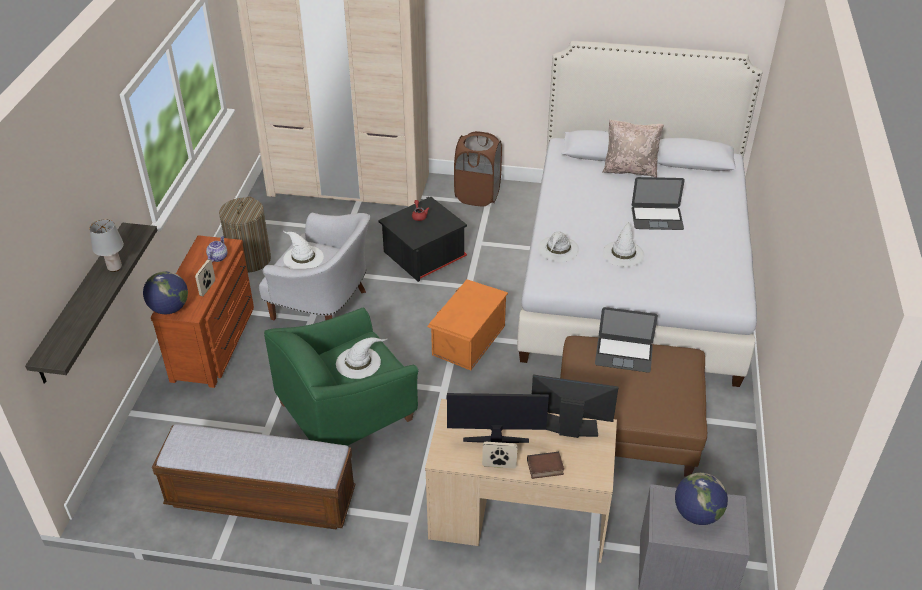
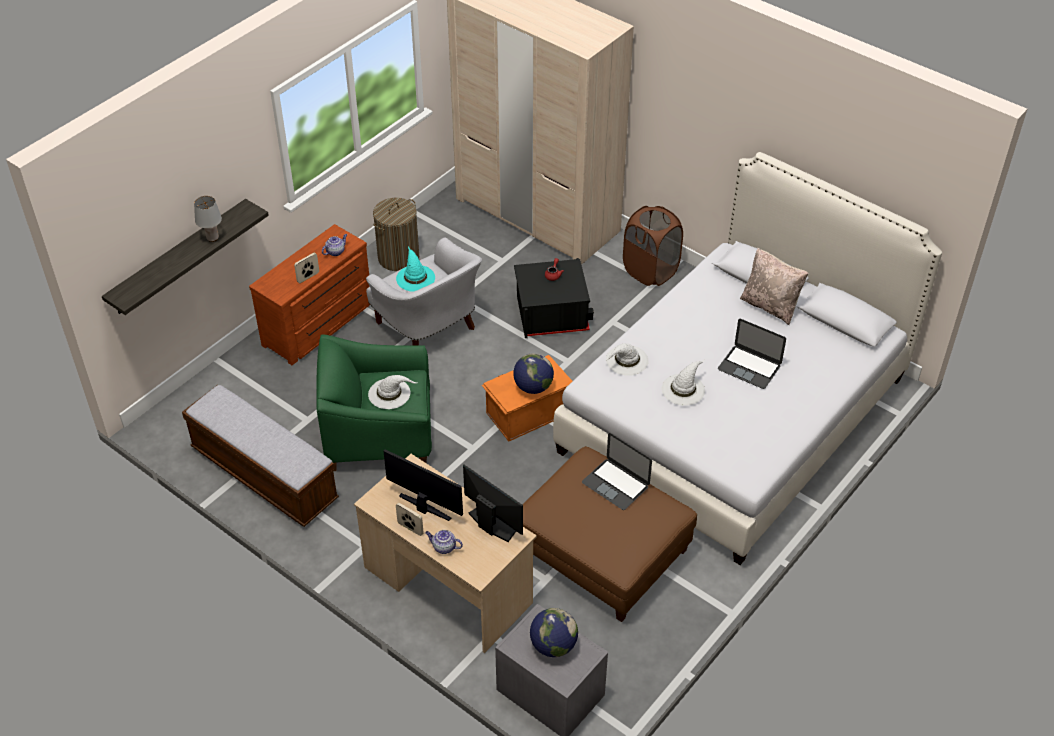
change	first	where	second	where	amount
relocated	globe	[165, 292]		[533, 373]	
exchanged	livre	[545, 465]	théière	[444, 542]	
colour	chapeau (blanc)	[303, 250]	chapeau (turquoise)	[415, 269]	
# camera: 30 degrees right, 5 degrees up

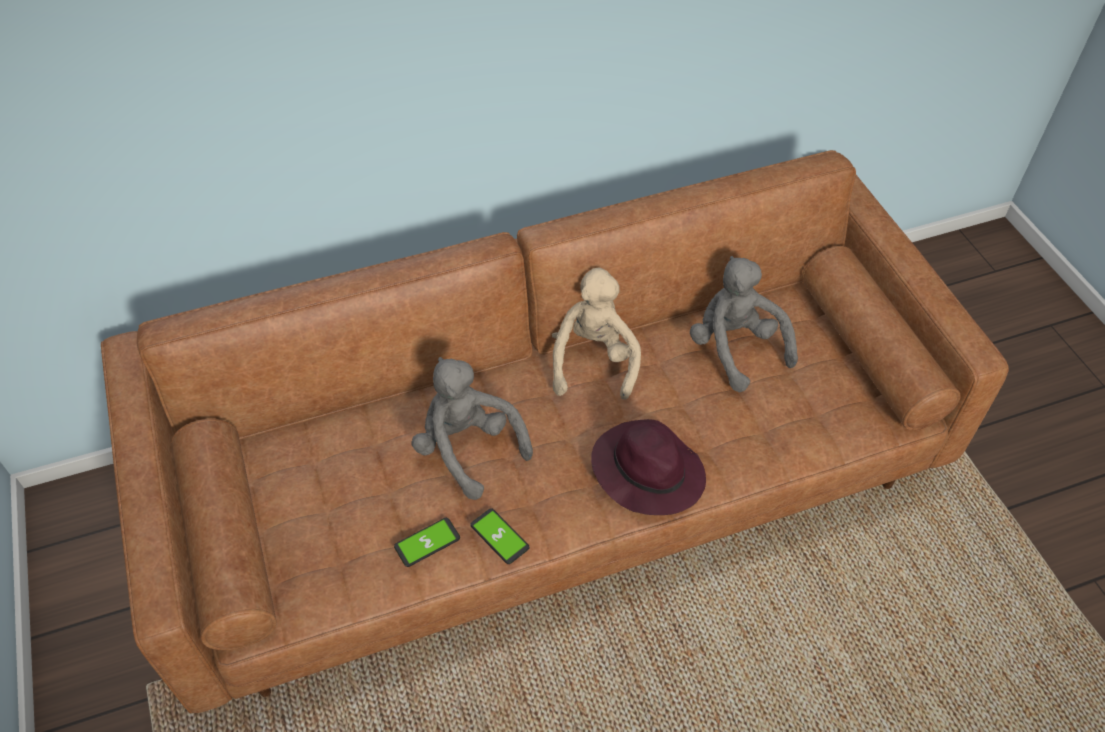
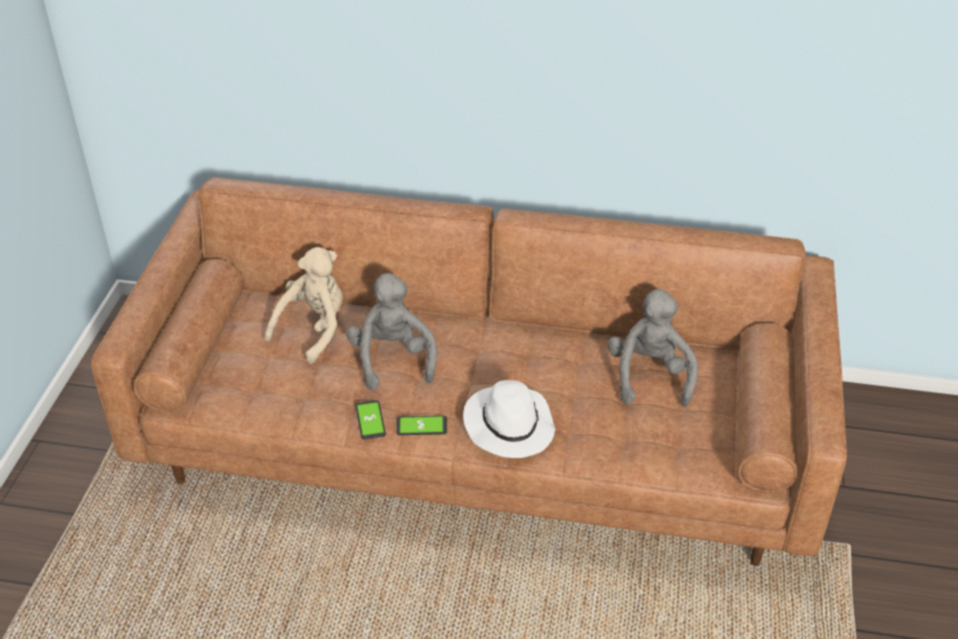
change	first	where	second	where	amount
relocated	téléphone	[427, 542]		[421, 425]	
relocated	peluche (beige)	[596, 333]		[303, 305]	
colour	chapeau (violet)	[648, 467]	chapeau (blanc)	[509, 419]	
# camera: 30 degrees right, 10 degrees down

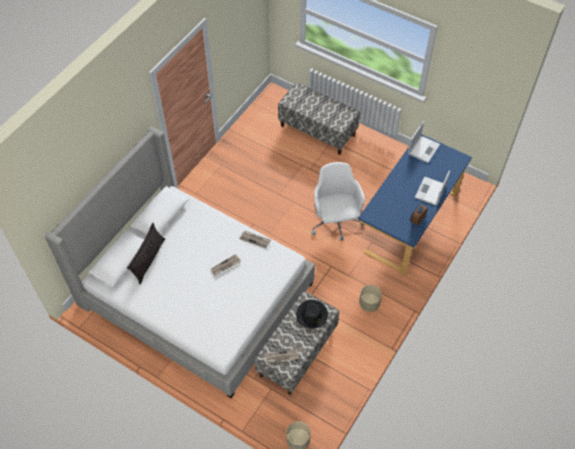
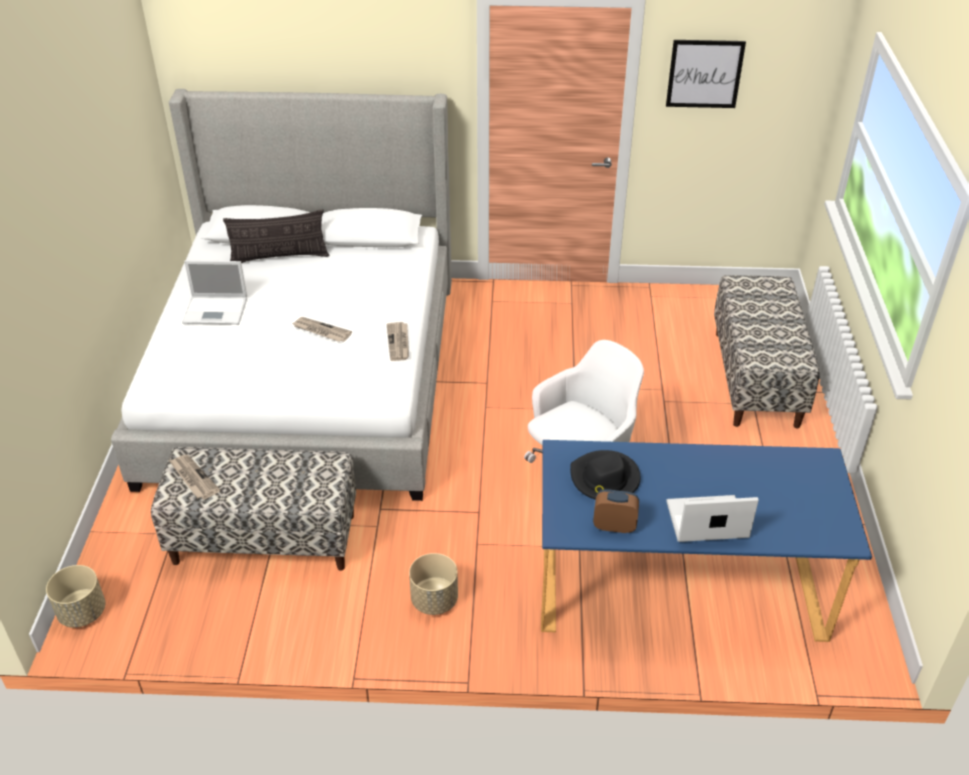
change	first	where	second	where	amount
appeared			tableau	[706, 74]	
relocated	chapeau (noir)	[312, 314]		[605, 475]	
relocated	ordinateur portable	[424, 142]		[214, 292]	
# camera: 60 degrees right, 15 degrees down

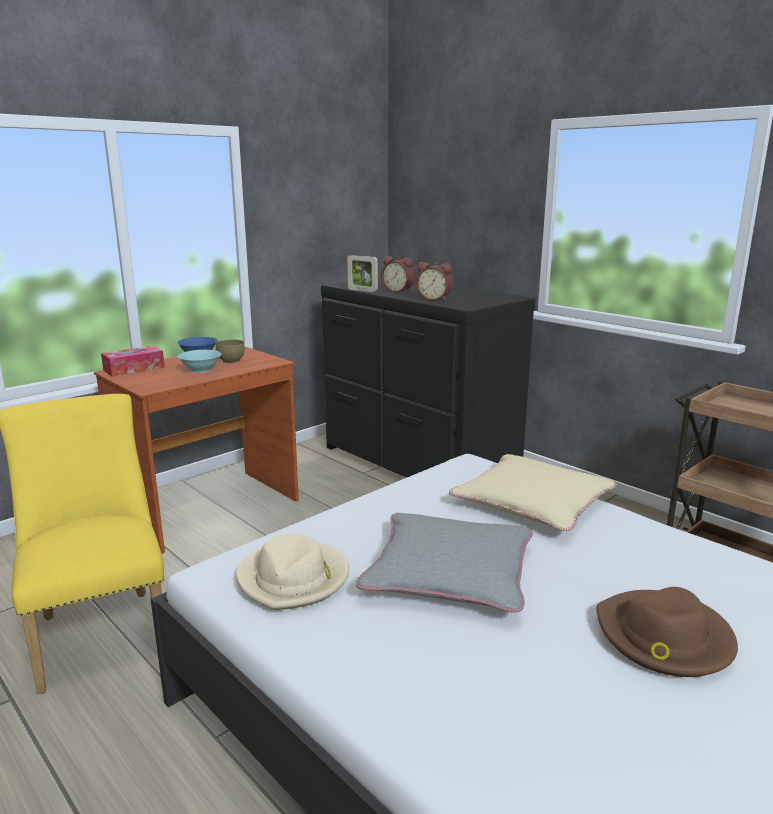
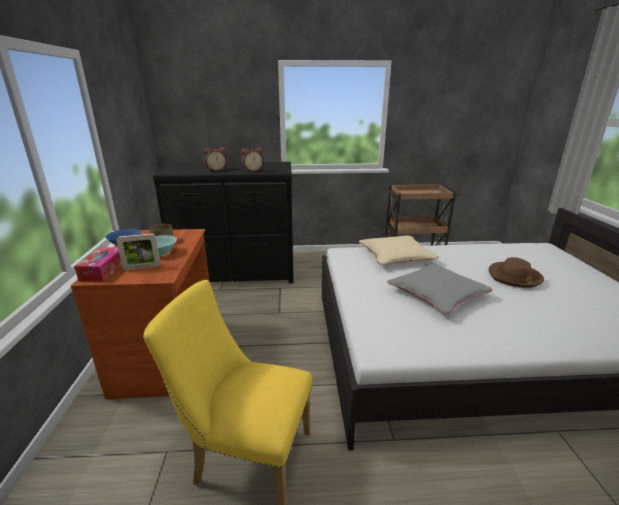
change	first	where	second	where	amount
missing	chapeau (beige)	[293, 572]			
relocated	cadre photo	[362, 273]		[138, 251]	
# camera: 50 degrees left, 5 degrees up

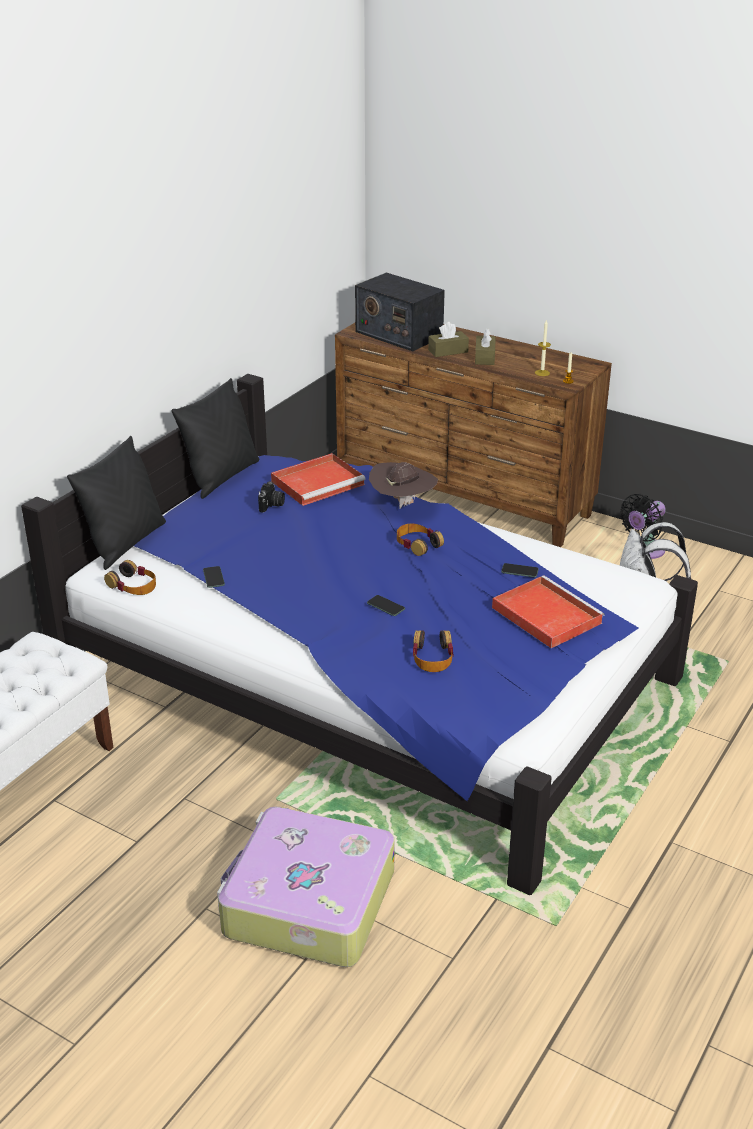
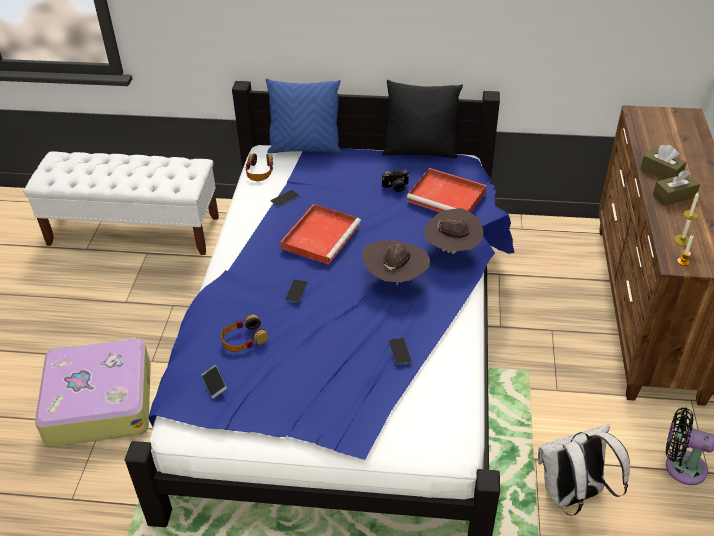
change	first	where	second	where	amount
missing	radio	[400, 311]			
appeared			téléphone	[214, 382]	
relocated	plateau (rouge)	[548, 611]		[320, 234]	
exchanged	casque audio	[420, 540]	chapeau (marron)	[396, 262]	
colour	coussin (noir)	[116, 503]	coussin (bleu)	[304, 116]	
# camera: 65 degrees right, 10 degrees up

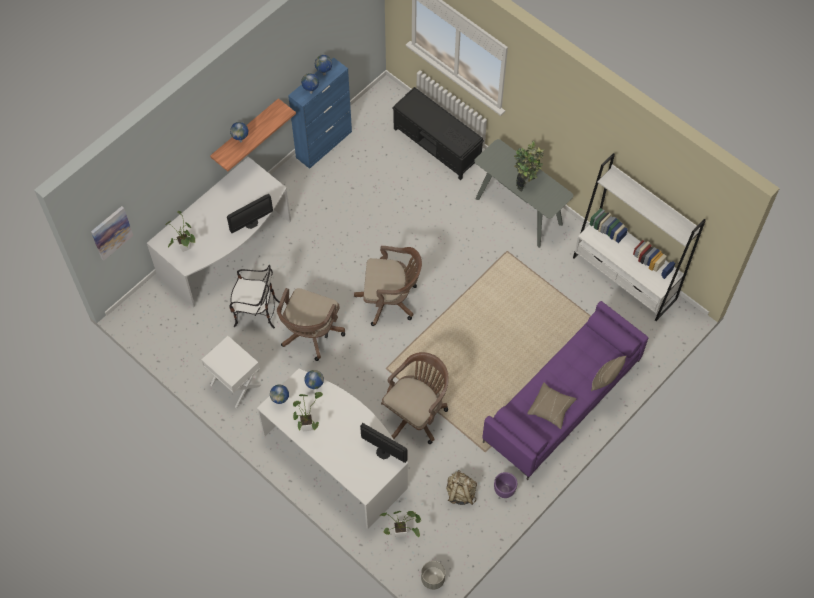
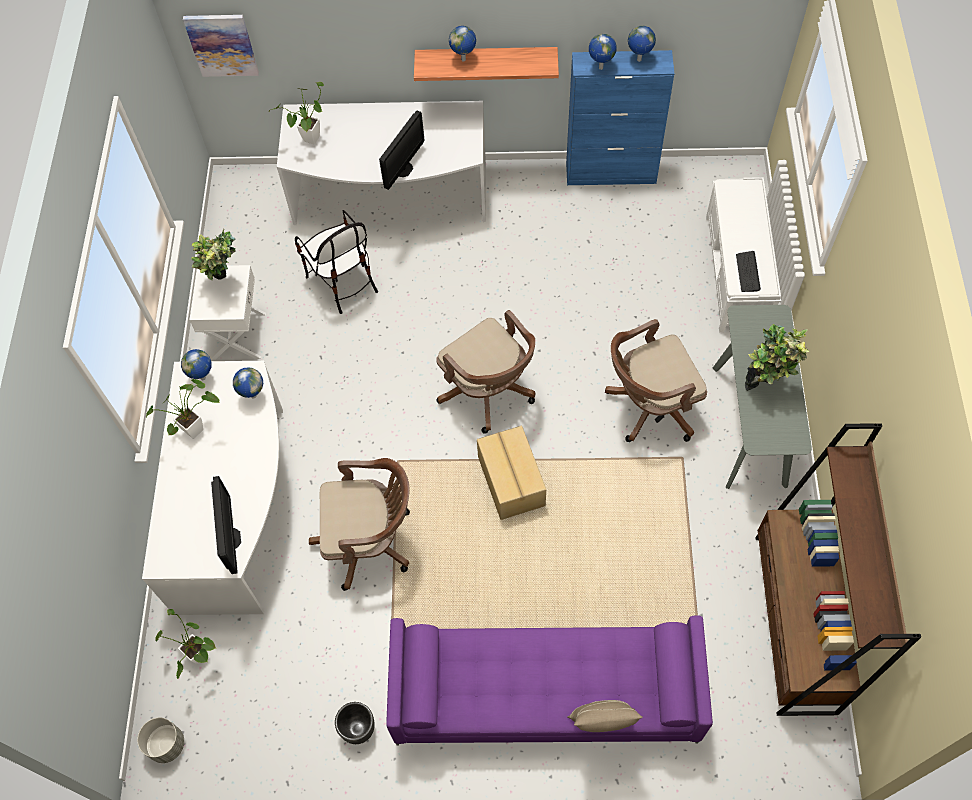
change	first	where	second	where	amount
missing	sac à dos (beige)	[461, 487]			
missing	coussin (beige)	[552, 406]			
appeared			plante en pot	[213, 254]	
appeared			carton	[511, 473]	
relocated	chaise de bureau (marron)	[311, 324]		[656, 380]	
colour	banc (noir)	[438, 133]	banc (blanc)	[743, 254]	
colour	cache-pot (violet)	[505, 485]	cache-pot (noir)	[355, 723]	
colour	bibliothèque (blanc)	[639, 237]	bibliothèque (marron)	[838, 570]	
spun	écran d'ordinateur	[250, 213]		[401, 150]	75 degrees counterclockwise
# camera: 50 degrees right, 0 degrees up

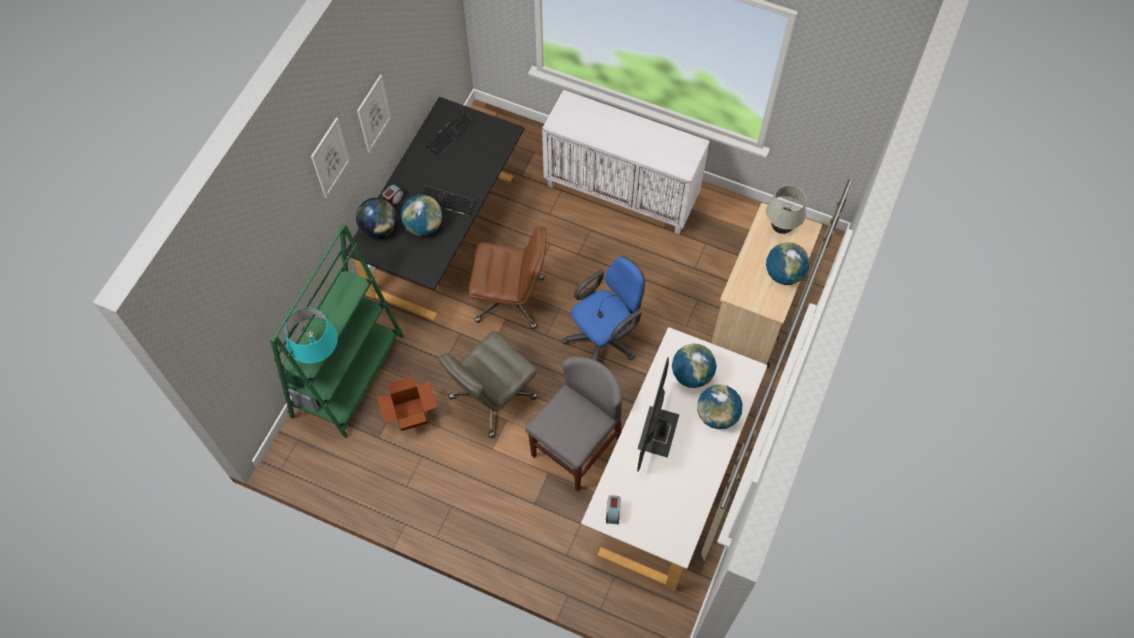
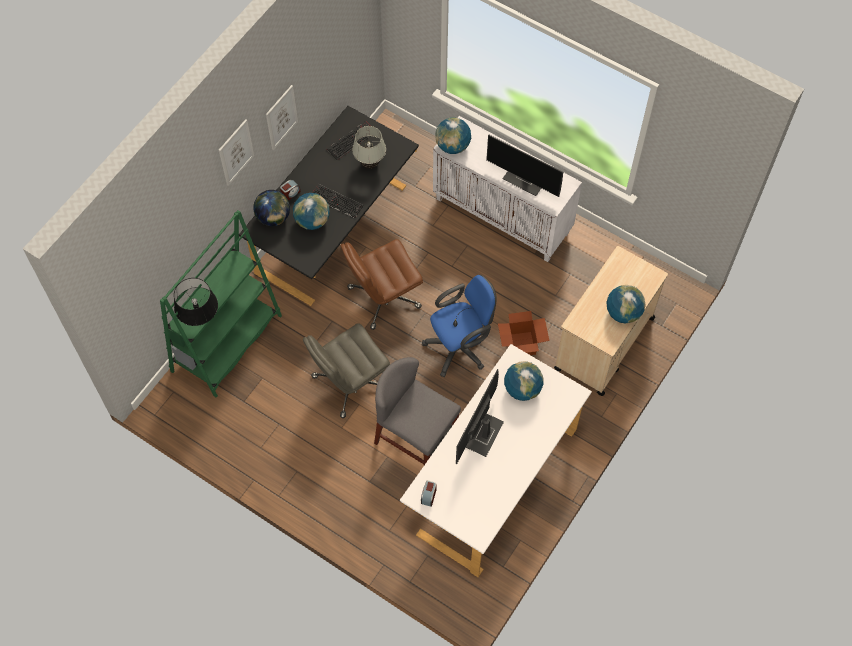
change	first	where	second	where	amount
appeared			écran d'ordinateur	[524, 166]	
relocated	carton	[407, 403]		[523, 333]	
relocated	globe	[720, 406]		[453, 136]	
relocated	lampe de table (blanc)	[786, 209]		[369, 147]	
colour	lampe de table (turquoise)	[311, 335]	lampe de table (noir)	[196, 302]	
spun	chaise de bureau (marron)	[507, 277]		[382, 284]	135 degrees clockwise
spun	chaise (gris)	[573, 423]		[417, 411]	105 degrees counterclockwise
# camera: 10 degrees right, 0 degrees up

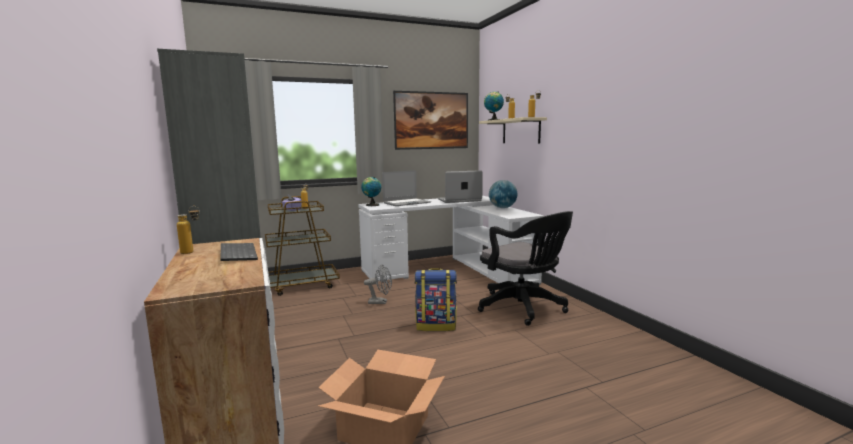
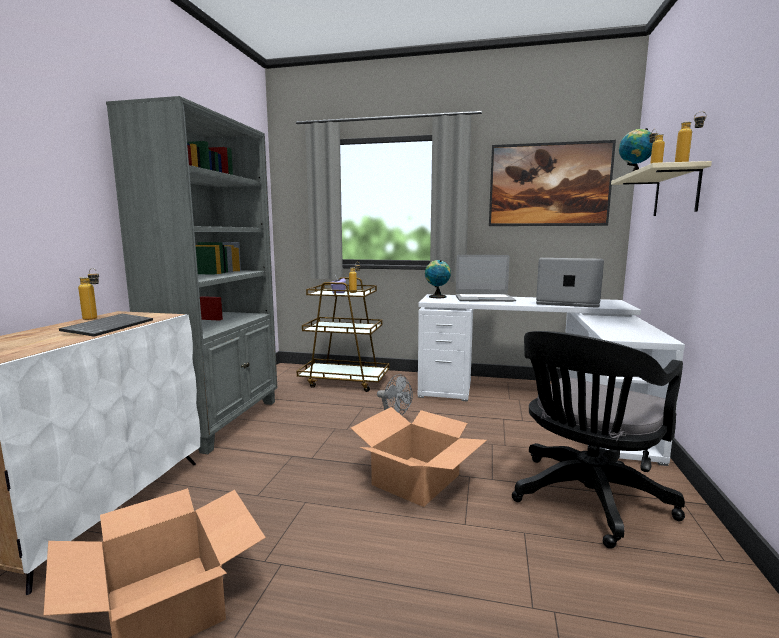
change	first	where	second	where	amount
missing	globe	[503, 194]			
exchanged	sac à dos	[436, 299]	carton	[419, 457]	
spun	chaise de bureau (noir)	[525, 268]		[598, 440]	45 degrees clockwise
# camera: 35 degrees right, 0 degrees up

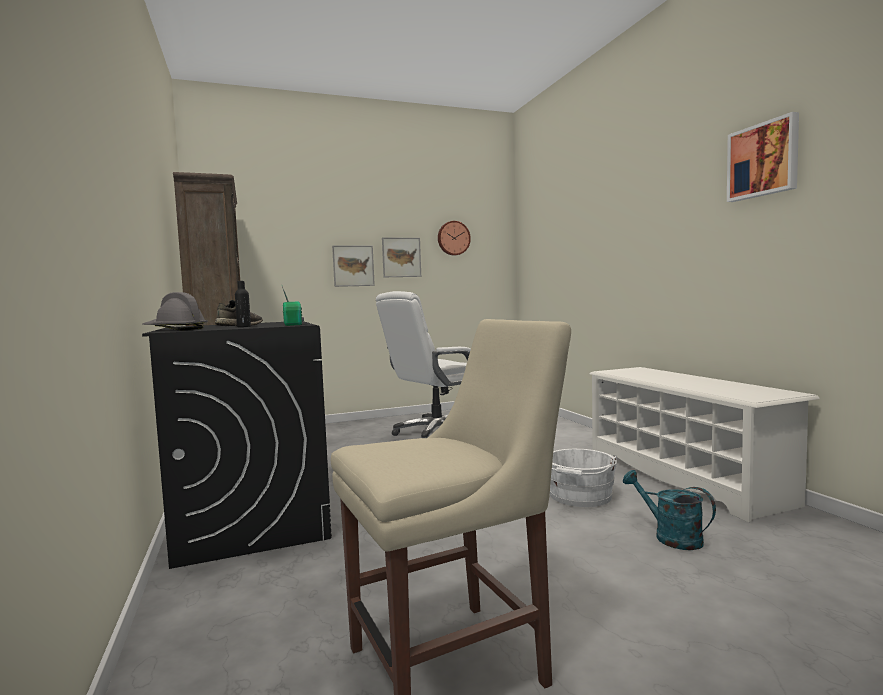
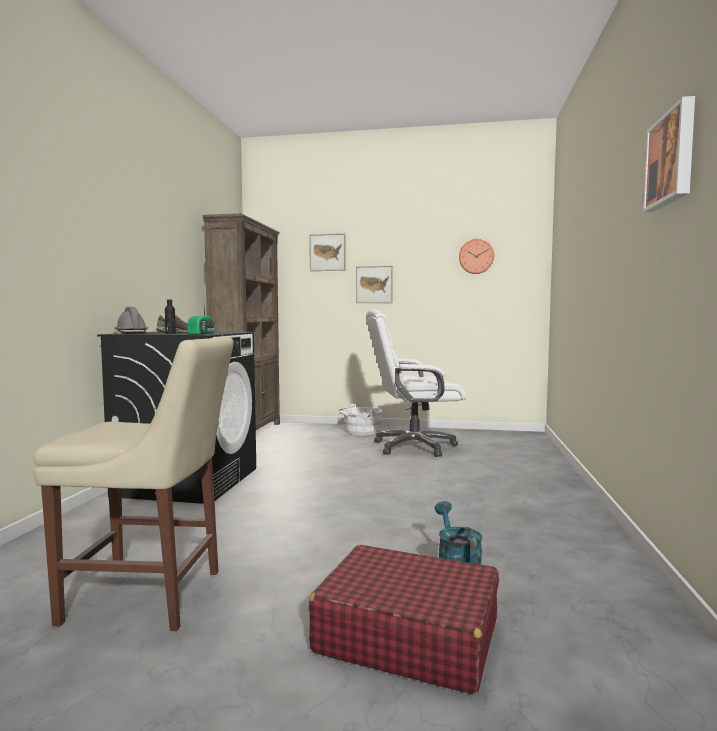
change	first	where	second	where	amount
missing	étagère à chaussures (blanc)	[704, 445]			
appeared			valise (rouge)	[404, 619]	
relocated	tableau	[401, 257]		[327, 252]	
relocated	seau (blanc)	[583, 478]		[360, 419]	
# camera: 30 degrees right, 0 degrees up

